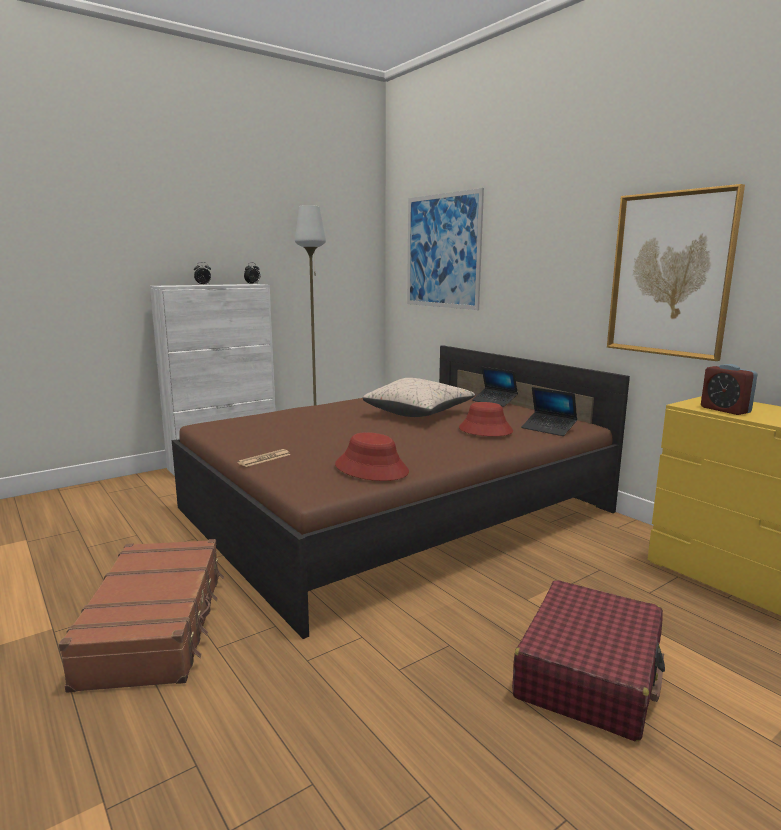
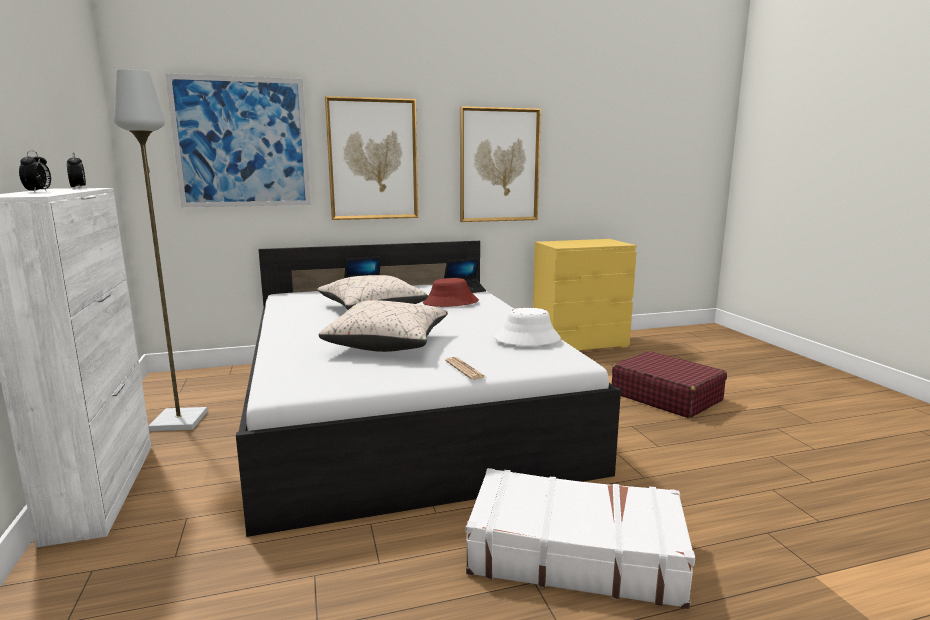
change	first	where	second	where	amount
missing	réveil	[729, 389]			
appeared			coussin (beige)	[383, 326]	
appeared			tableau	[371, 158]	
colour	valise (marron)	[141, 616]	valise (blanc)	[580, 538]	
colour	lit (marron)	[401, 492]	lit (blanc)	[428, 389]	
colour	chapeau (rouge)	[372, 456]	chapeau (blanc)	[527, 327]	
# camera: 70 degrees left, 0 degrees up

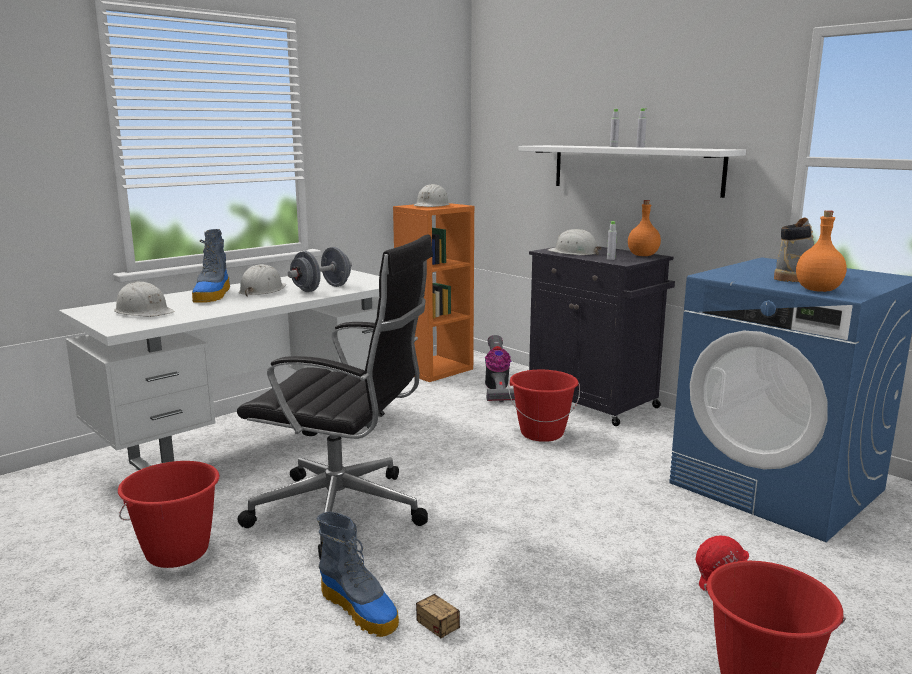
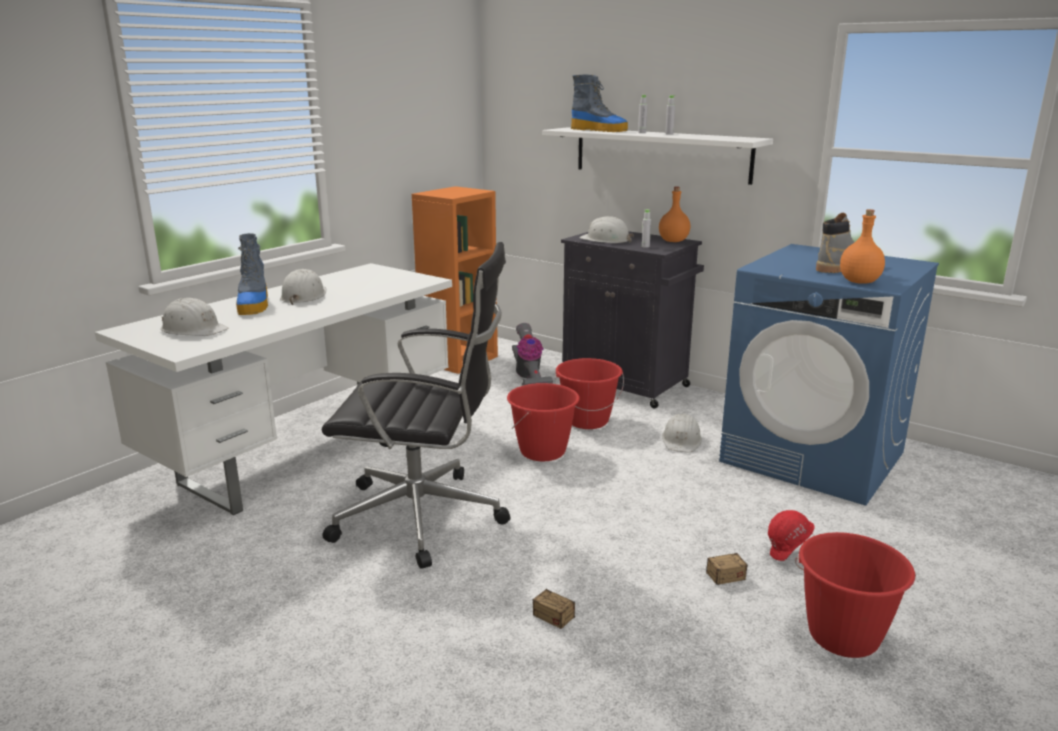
change	first	where	second	where	amount
missing	haltère (gris)	[320, 269]			
appeared			boîte de rangement	[713, 562]	
relocated	seau (rouge)	[168, 514]		[543, 422]	
relocated	botte	[358, 574]		[599, 103]	
relocated	casque de chantier (blanc)	[432, 195]		[682, 433]	
# camera: 10 degrees left, 5 degrees up

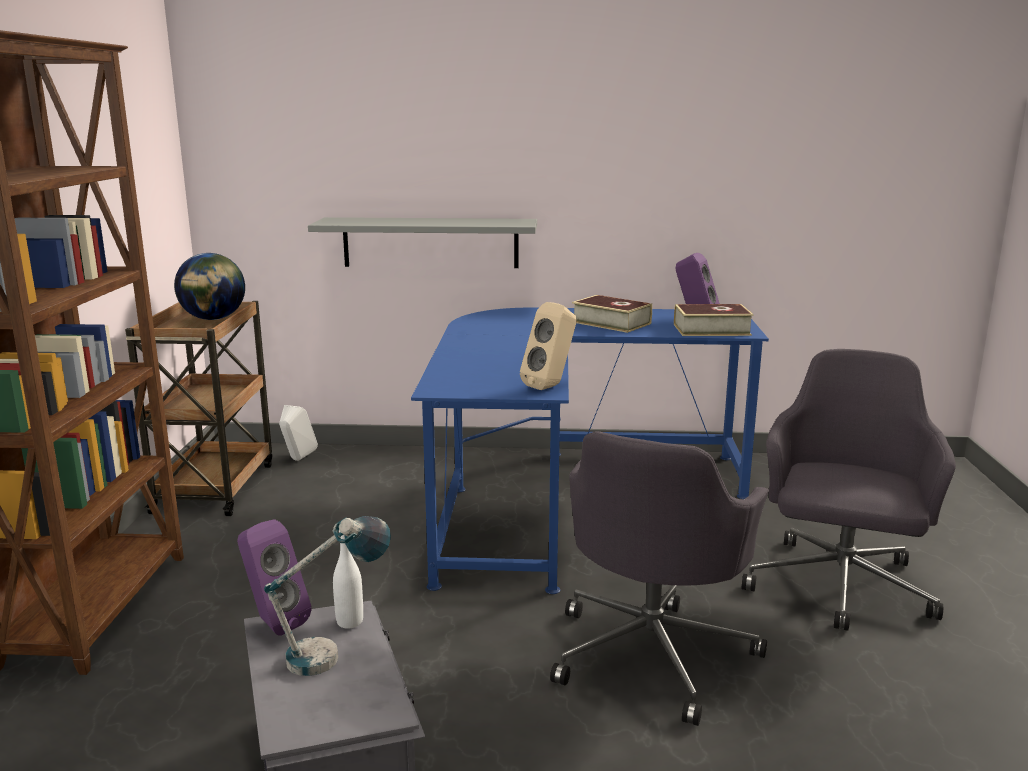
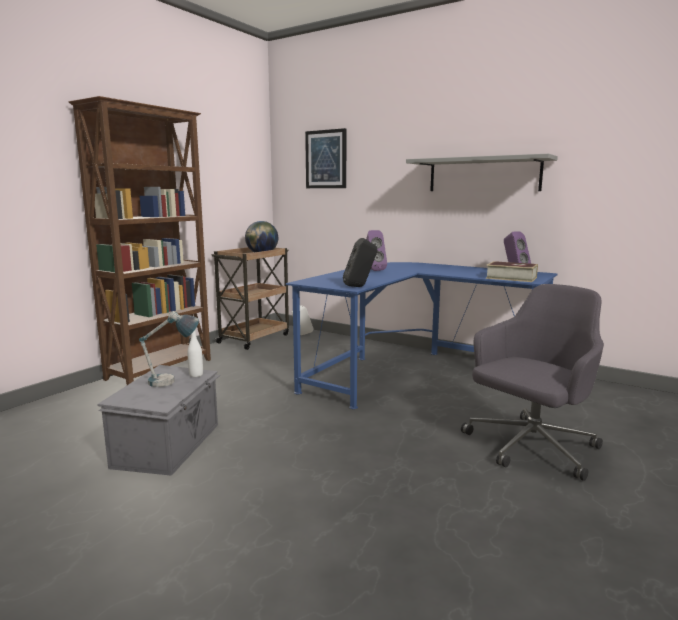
change	first	where	second	where	amount
missing	chaise de bureau (gris)	[659, 578]			
missing	livre	[612, 314]			
appeared			tableau	[325, 158]	
relocated	enceinte (violet)	[274, 577]		[376, 250]	
relocated	étagère (gris)	[422, 242]		[482, 172]	
colour	enceinte (beige)	[548, 346]	enceinte (noir)	[360, 262]	
# camera: 30 degrees right, 5 degrees down

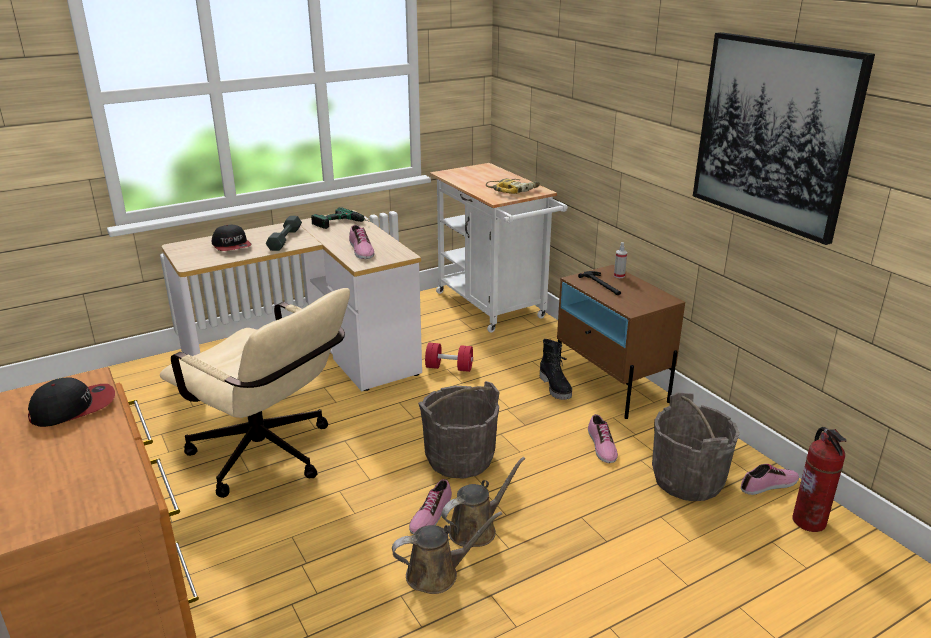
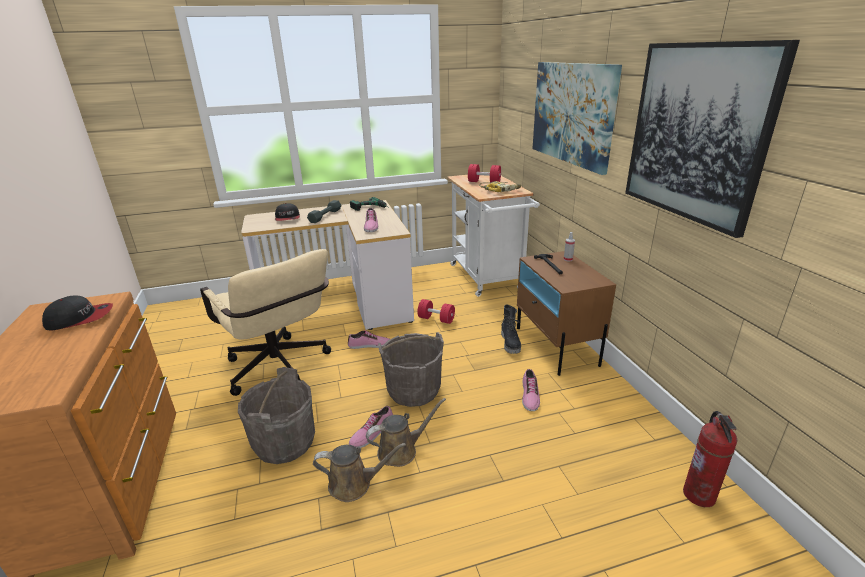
change	first	where	second	where	amount
appeared			haltère (rouge)	[484, 173]	
appeared			tableau	[577, 118]	
relocated	seau (gris)	[696, 447]		[276, 415]	
relocated	chaussure	[770, 479]		[369, 340]	
# camera: 15 degrees right, 0 degrees up

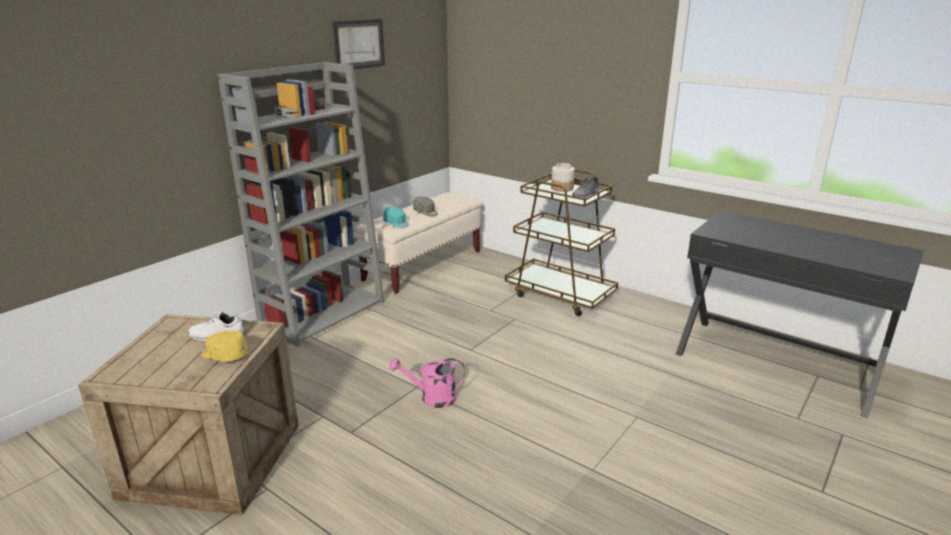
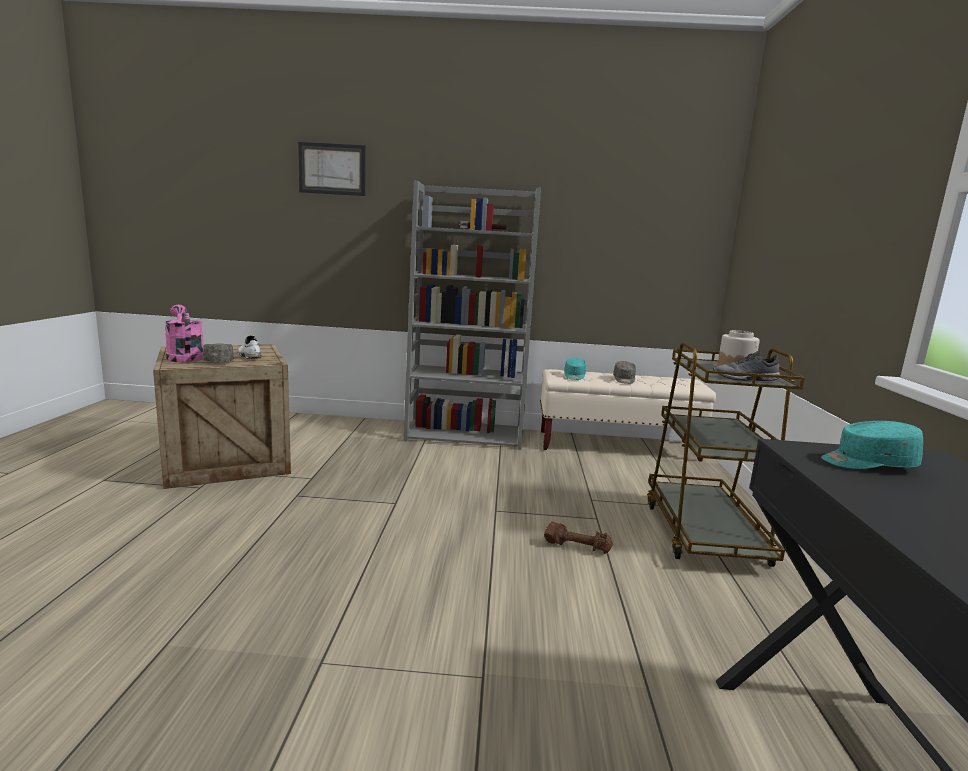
change	first	where	second	where	amount
appeared			haltère (marron)	[578, 537]	
appeared			casquette (turquoise)	[872, 445]	
relocated	tableau	[358, 44]		[332, 169]	
relocated	arrosoir (rose)	[427, 382]		[184, 333]	
colour	casquette (jaune)	[225, 346]	casquette (gris)	[219, 352]	
# camera: 55 degrees right, 10 degrees down

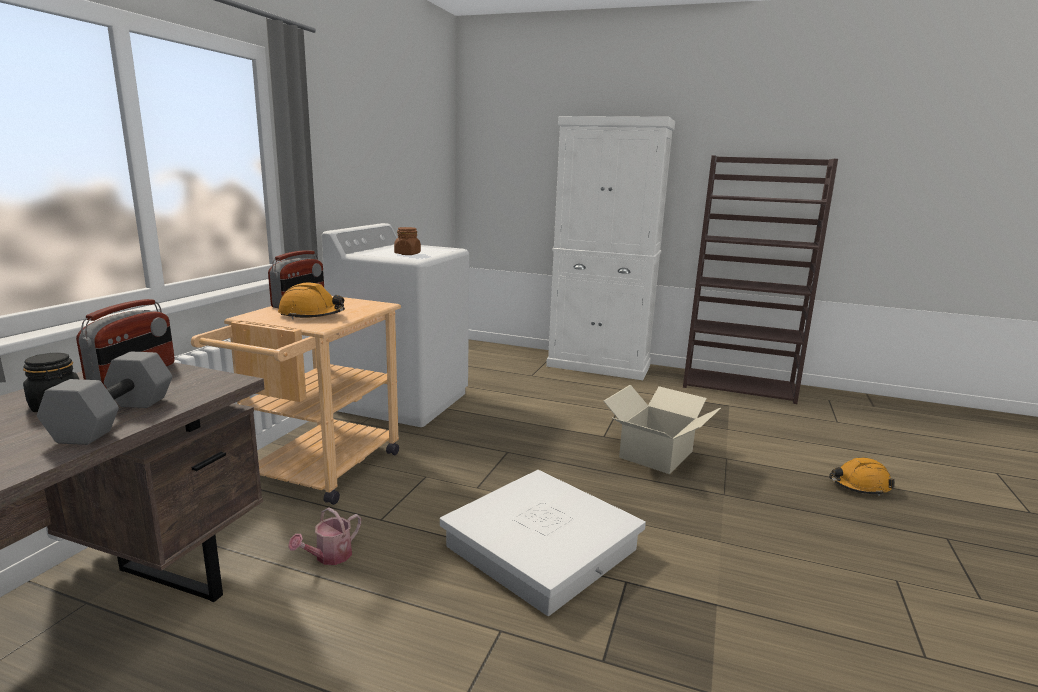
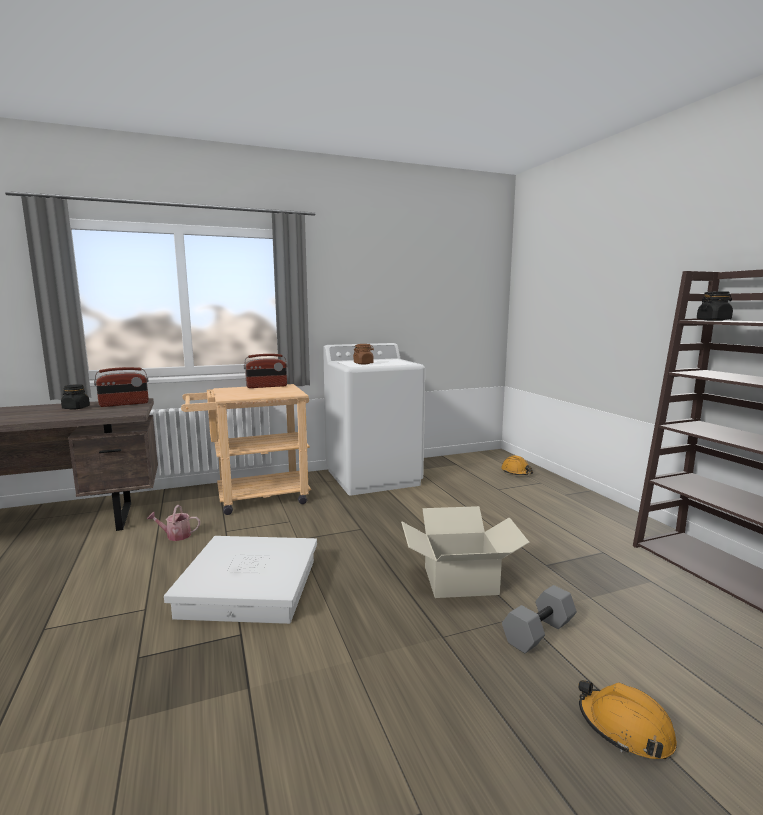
change	first	where	second	where	amount
missing	meuble de rangement (blanc)	[610, 248]			
appeared			bocal (noir)	[715, 306]	
relocated	haltère (gris)	[104, 398]		[539, 619]	
relocated	casque de chantier (orange)	[311, 301]		[517, 465]	
# camera: 50 degrees right, 5 degrees down

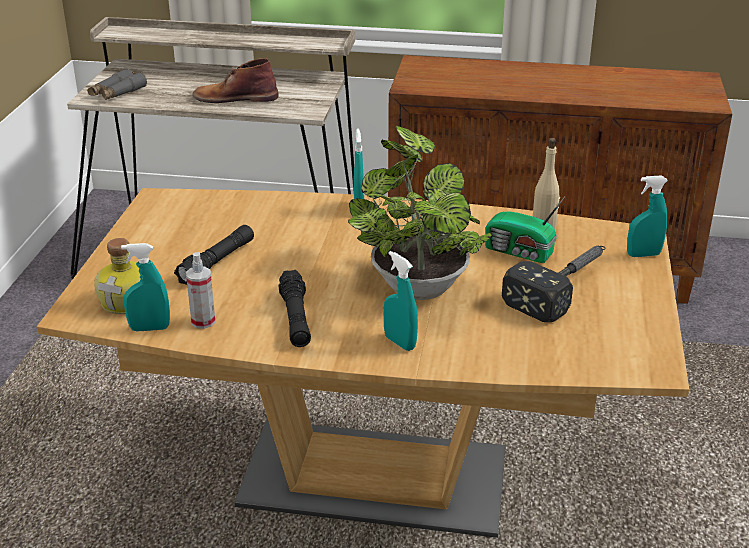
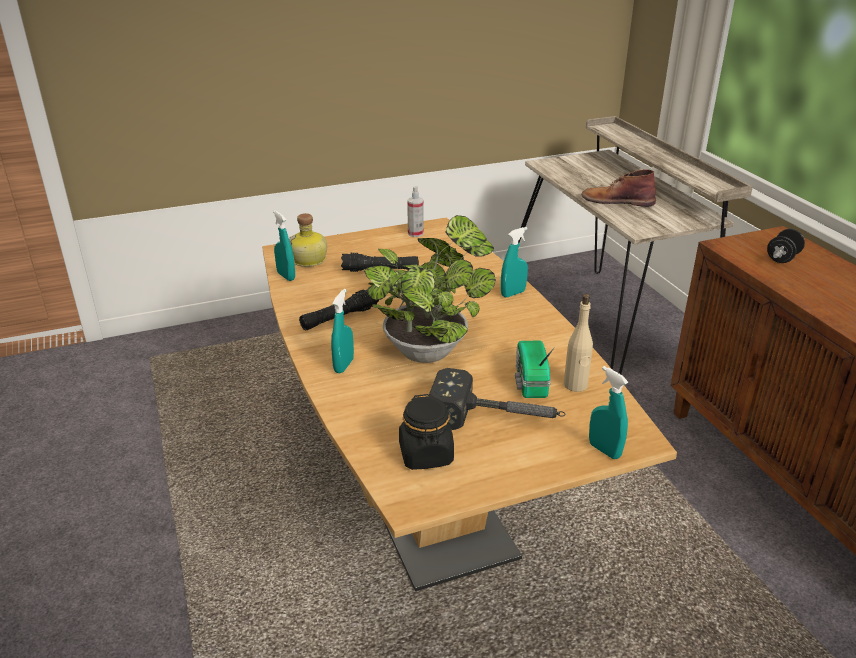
change	first	where	second	where	amount
missing	jumelles (gris)	[117, 84]			
appeared			bocal (noir)	[426, 432]	
appeared			haltère (noir)	[786, 246]	
relocated	vaporisateur	[201, 290]		[415, 211]	
spun	botte (marron)	[236, 80]		[618, 188]	45 degrees counterclockwise
# camera: 60 degrees right, 0 degrees up

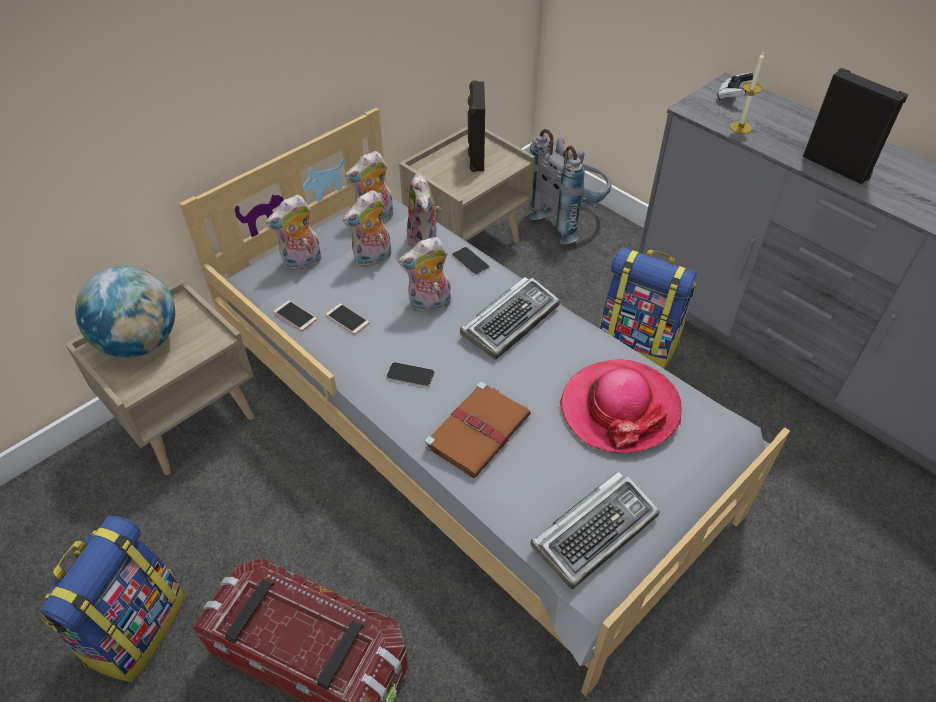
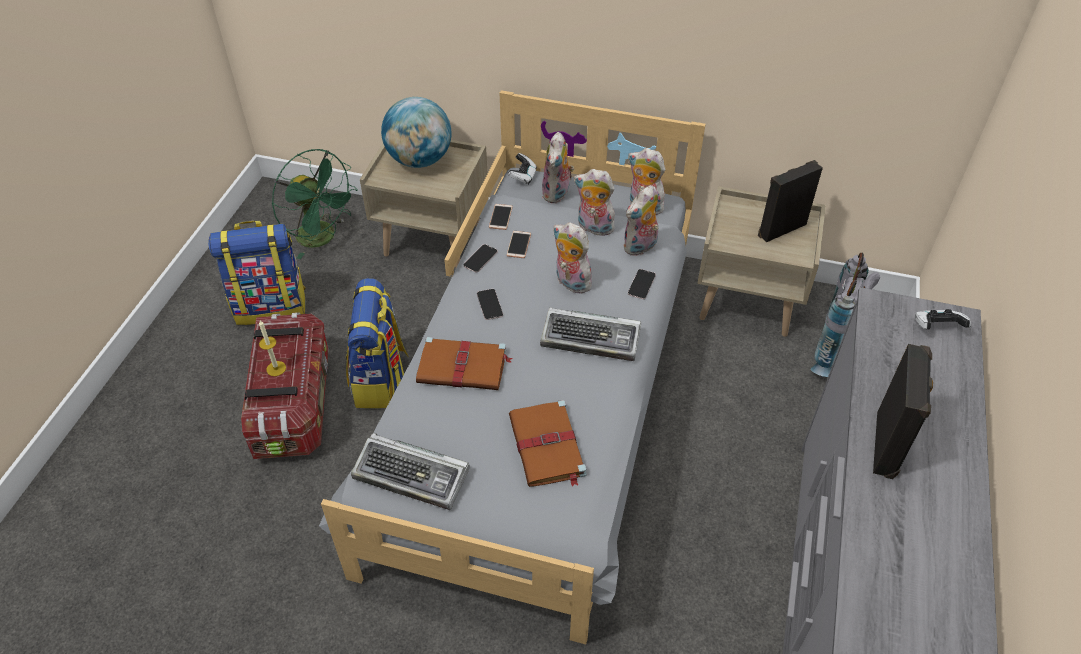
change	first	where	second	where	amount
appeared			ventilateur (vert)	[315, 204]	
appeared			téléphone	[480, 258]	
appeared			manette	[522, 168]	
relocated	sac à dos	[648, 308]		[377, 343]	
relocated	bougie	[747, 93]		[272, 348]	
exchanged	chapeau	[621, 406]	livre (marron)	[548, 443]	
spun	peluche	[293, 233]		[558, 167]	105 degrees counterclockwise
# camera: 60 degrees right, 0 degrees up

